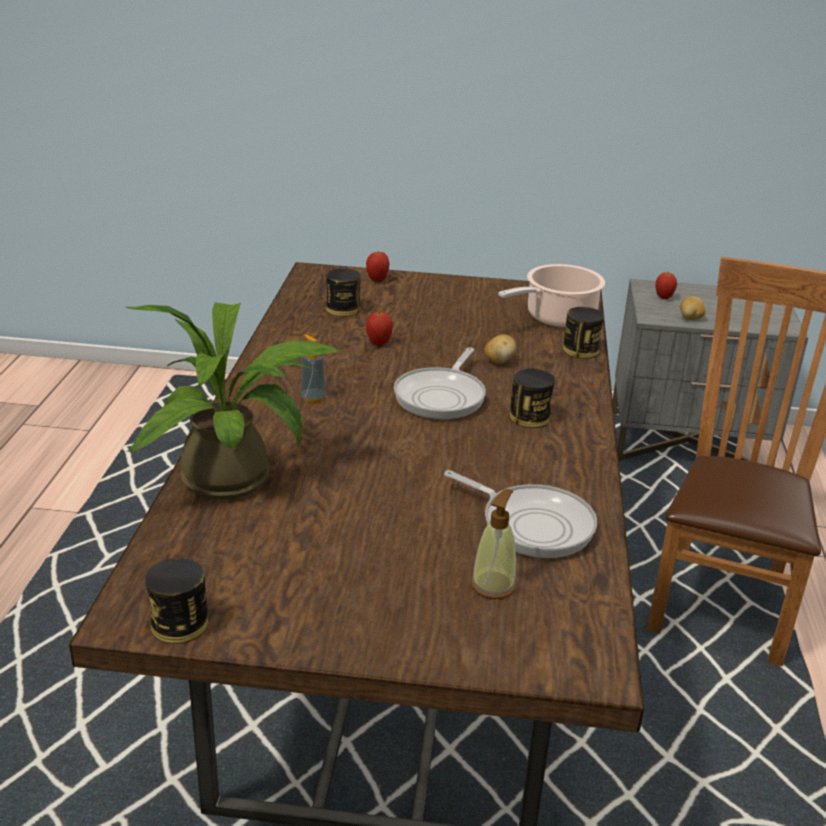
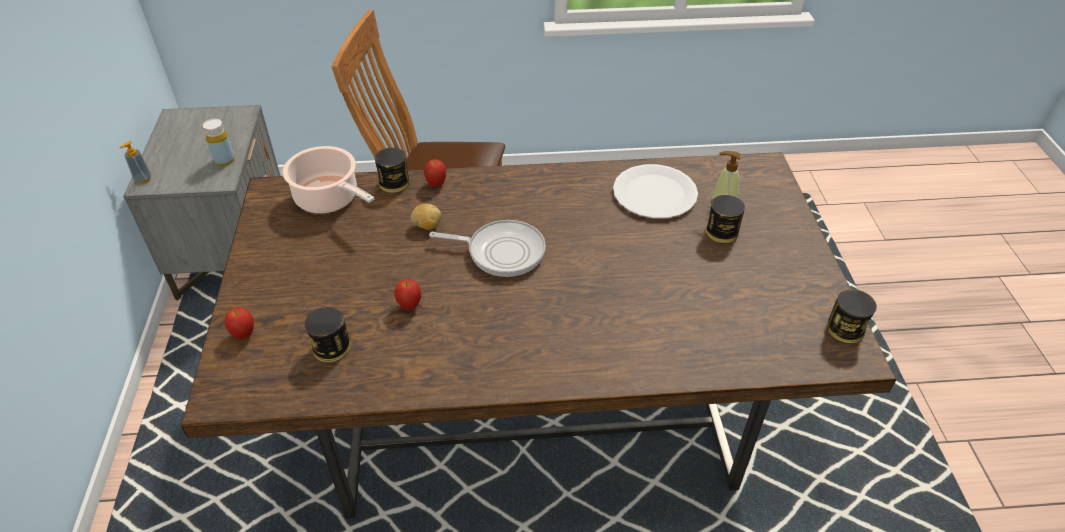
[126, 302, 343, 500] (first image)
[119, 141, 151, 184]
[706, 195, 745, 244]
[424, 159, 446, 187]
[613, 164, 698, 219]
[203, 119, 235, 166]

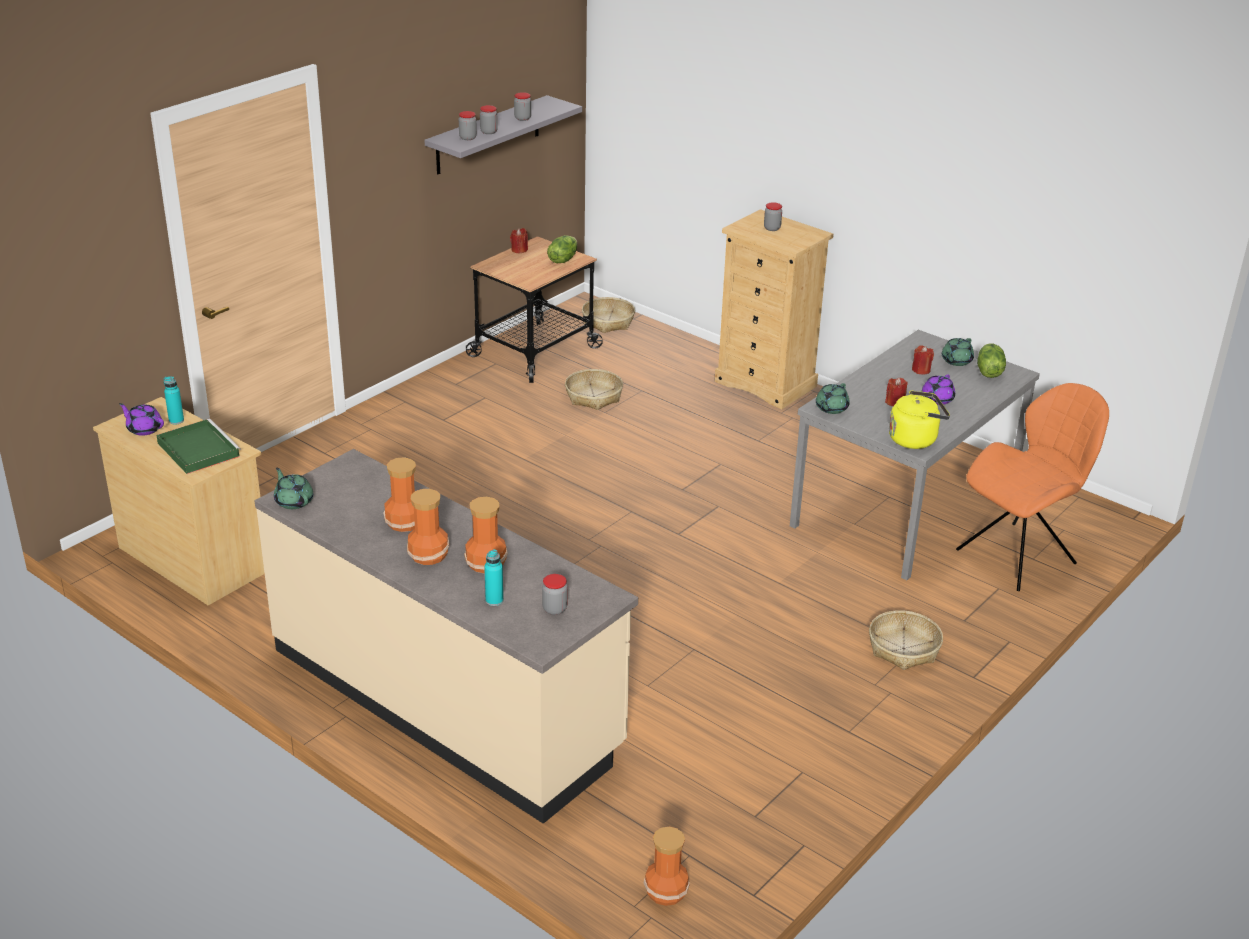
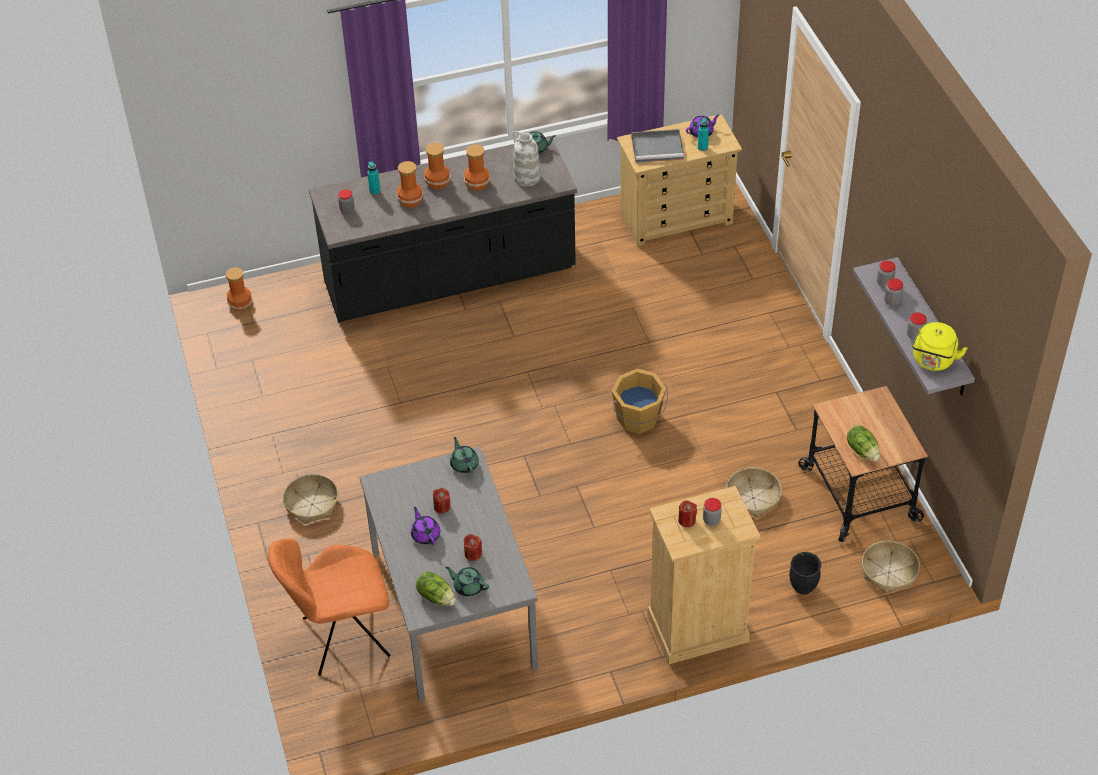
[513, 131, 541, 186]
[612, 369, 668, 434]
[789, 552, 821, 594]
[678, 500, 697, 527]
[912, 322, 968, 371]
[632, 129, 684, 163]
[309, 136, 577, 322]
[445, 567, 489, 596]
[268, 539, 391, 676]

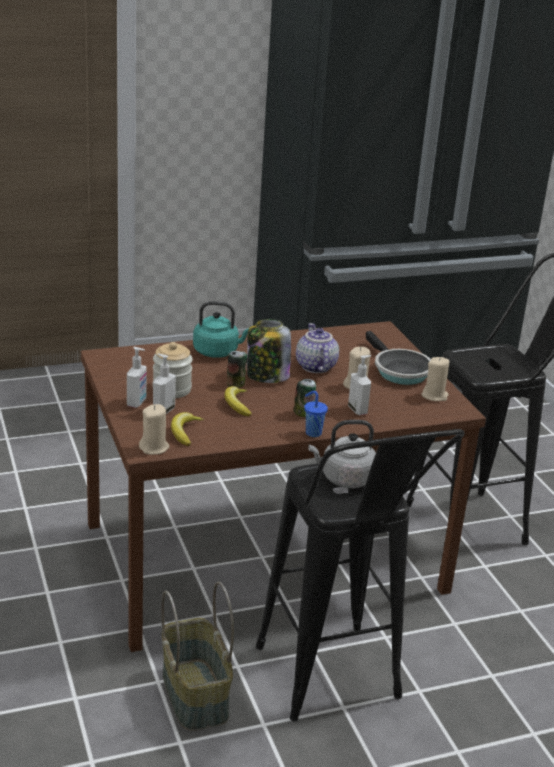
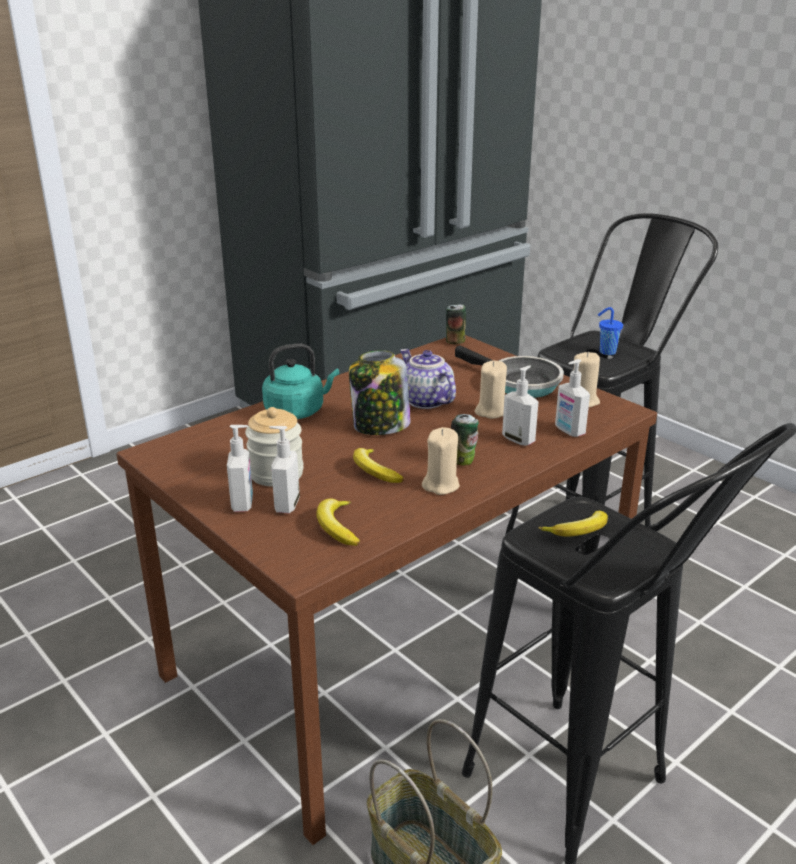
[555, 359, 590, 437]
[422, 427, 460, 495]
[446, 304, 466, 344]
[598, 307, 623, 355]
[539, 511, 608, 537]

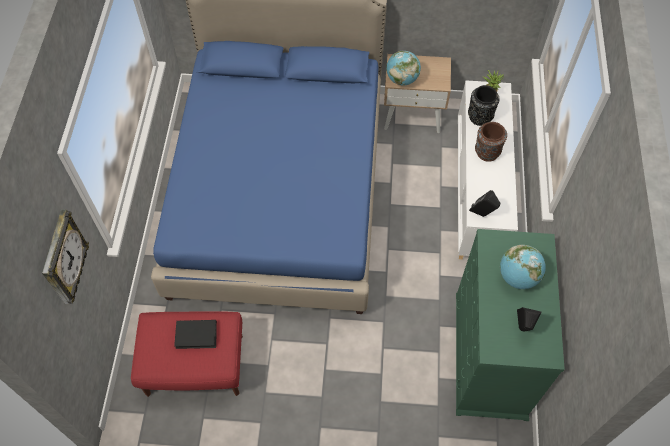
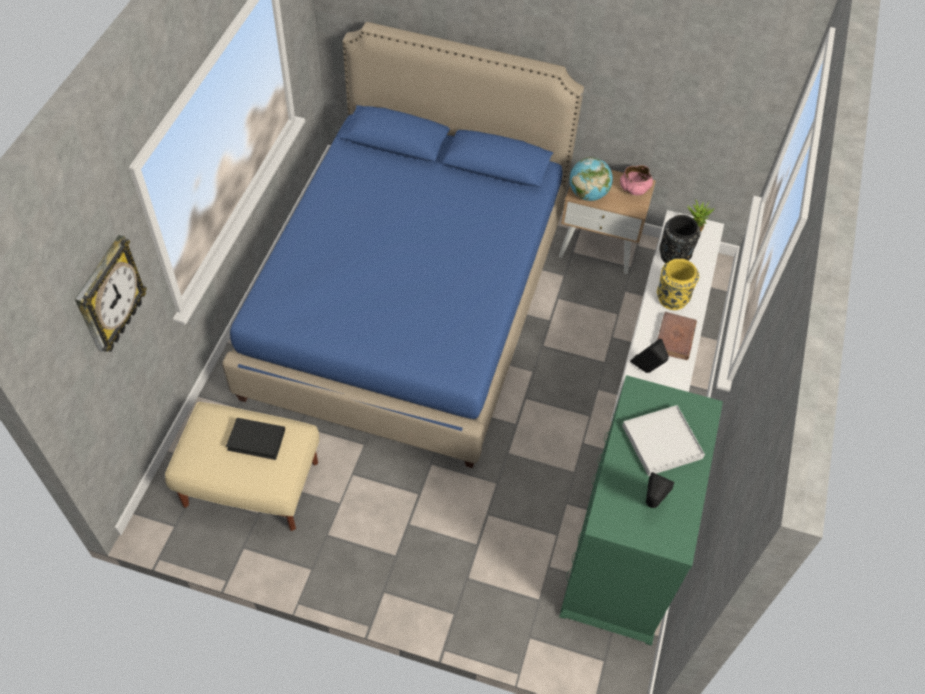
[620, 165, 653, 196]
[657, 312, 697, 360]
[622, 405, 705, 476]
[165, 402, 319, 531]
[657, 258, 699, 310]

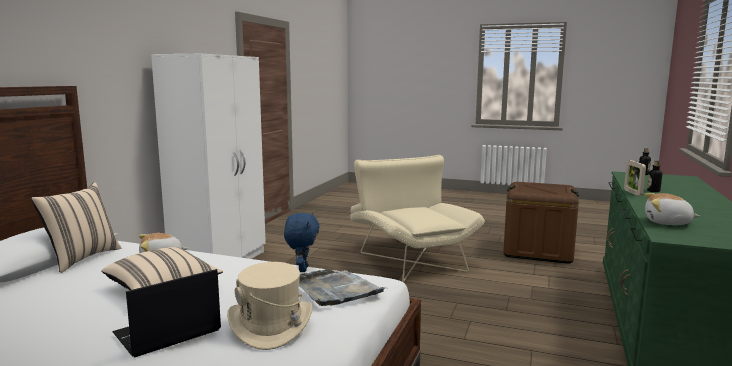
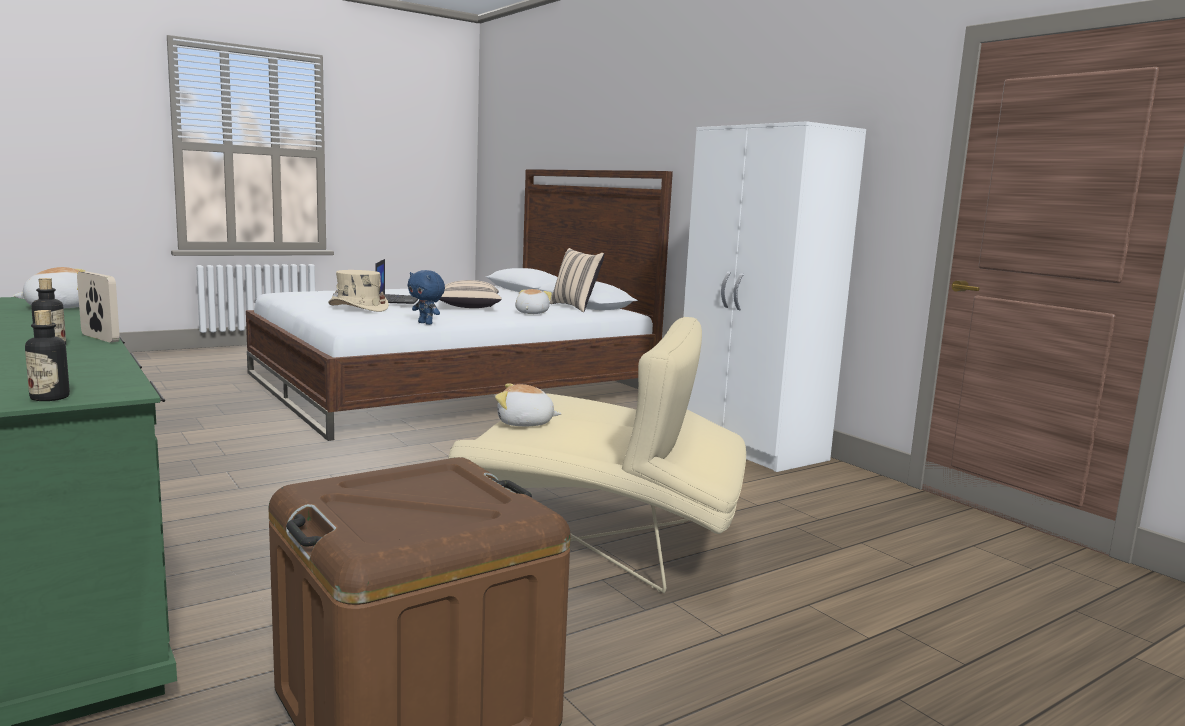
[299, 269, 386, 306] (first image)
[495, 383, 562, 426]

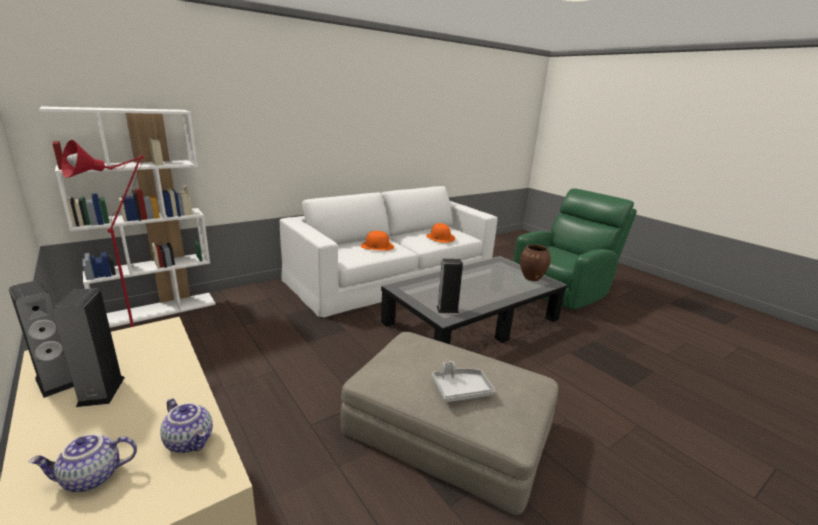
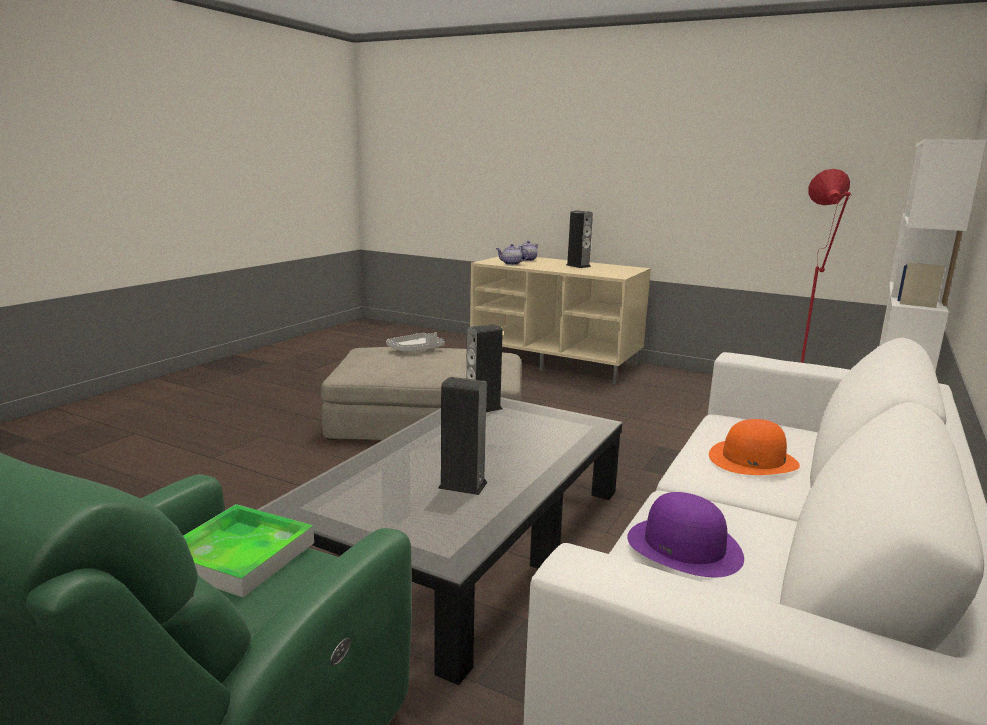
[520, 244, 551, 281] (first image)
[183, 504, 314, 598]
[438, 377, 488, 495]
[627, 492, 744, 577]

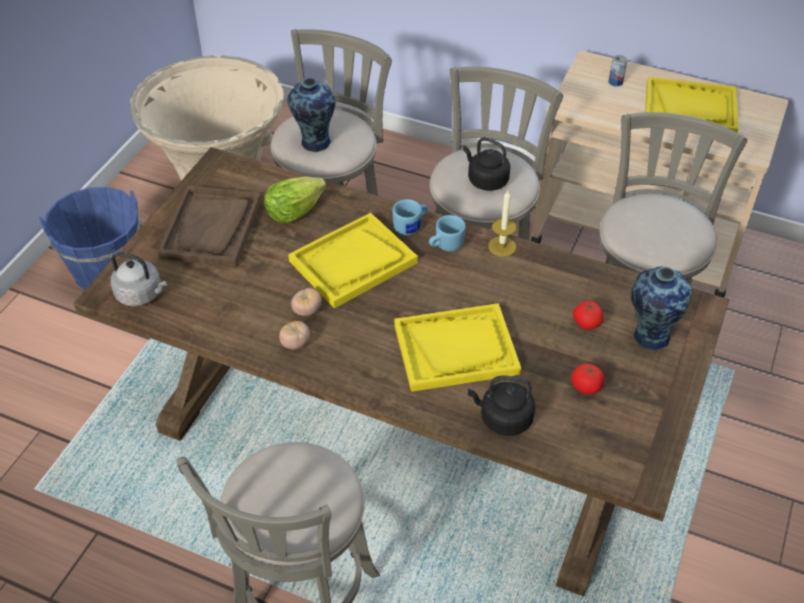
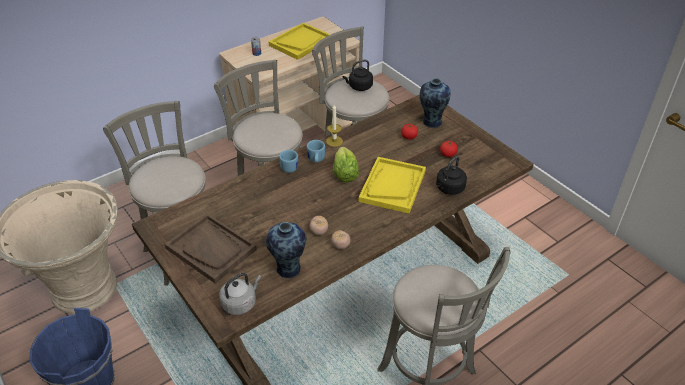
[288, 213, 418, 309] (first image)
[333, 147, 359, 182]
[266, 222, 307, 279]
[343, 60, 373, 91]

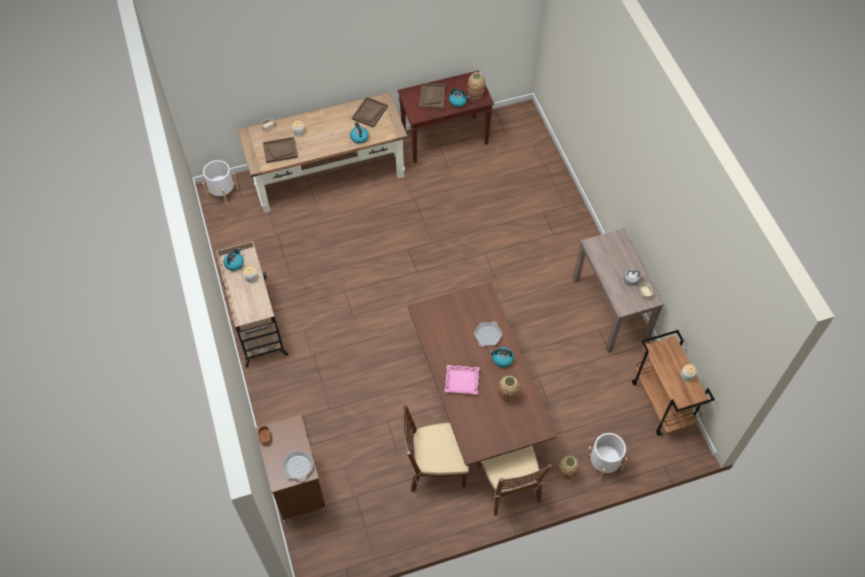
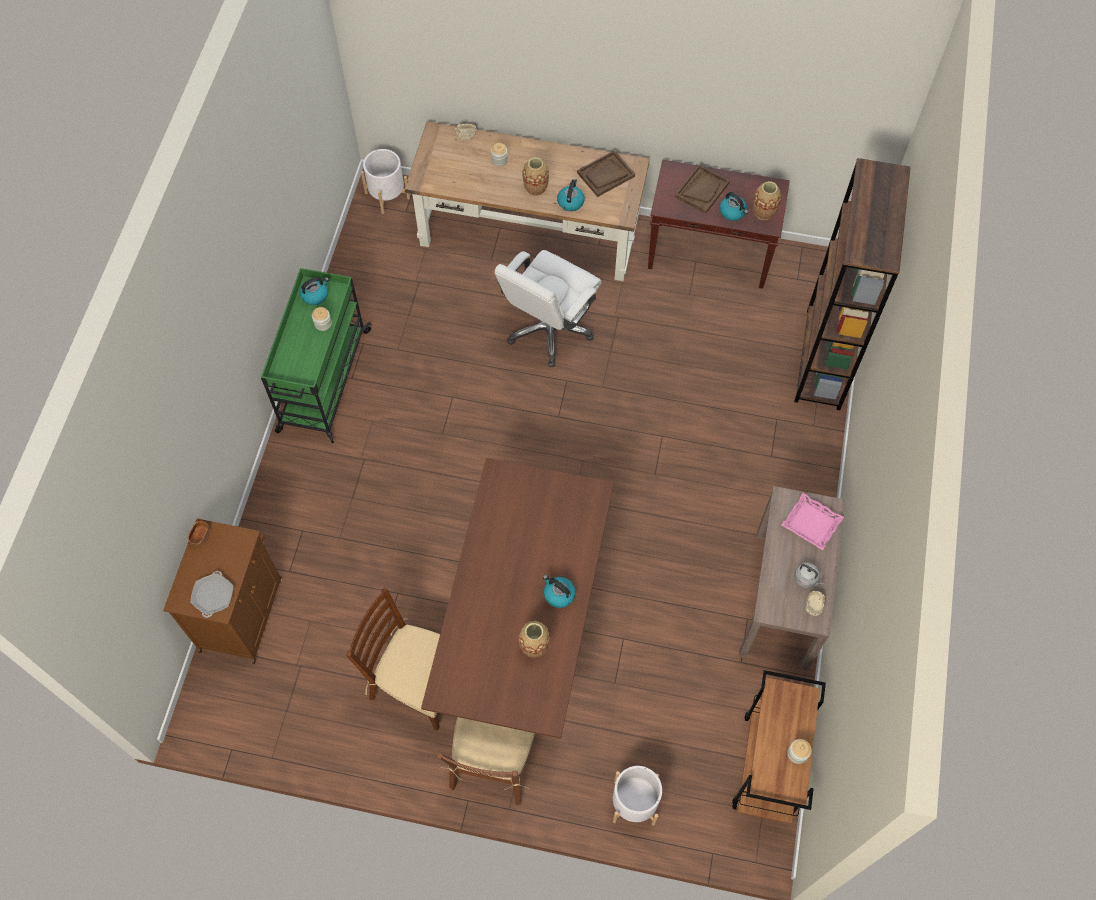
[263, 137, 298, 163] (first image)
[474, 321, 503, 347] (first image)
[495, 250, 602, 367]
[794, 158, 911, 410]
[782, 493, 844, 550]
[522, 157, 549, 196]
[261, 268, 371, 443]

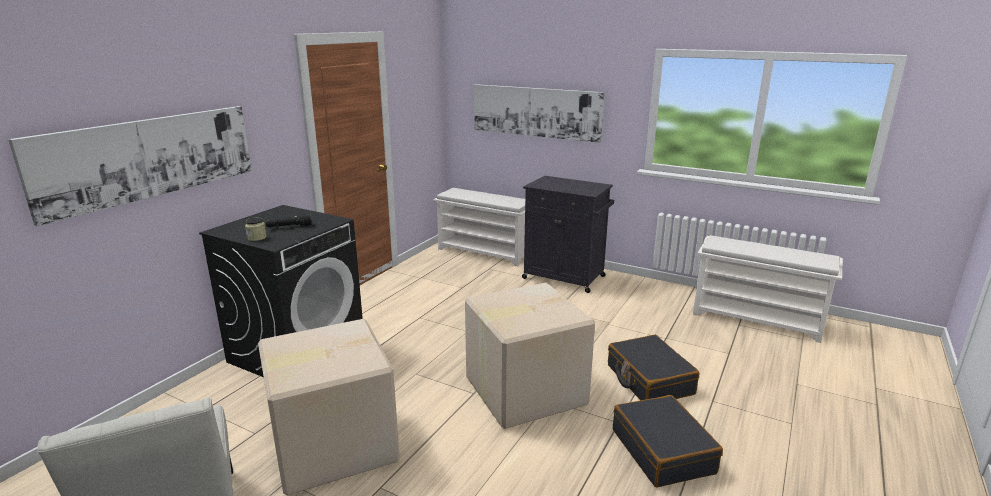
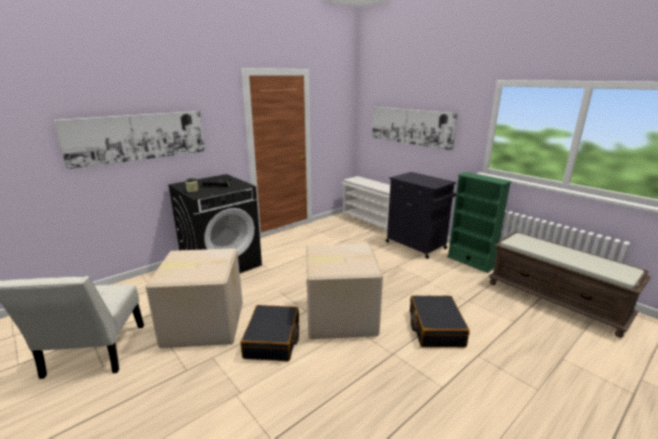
[447, 172, 512, 273]
[241, 305, 299, 361]
[489, 232, 651, 337]

